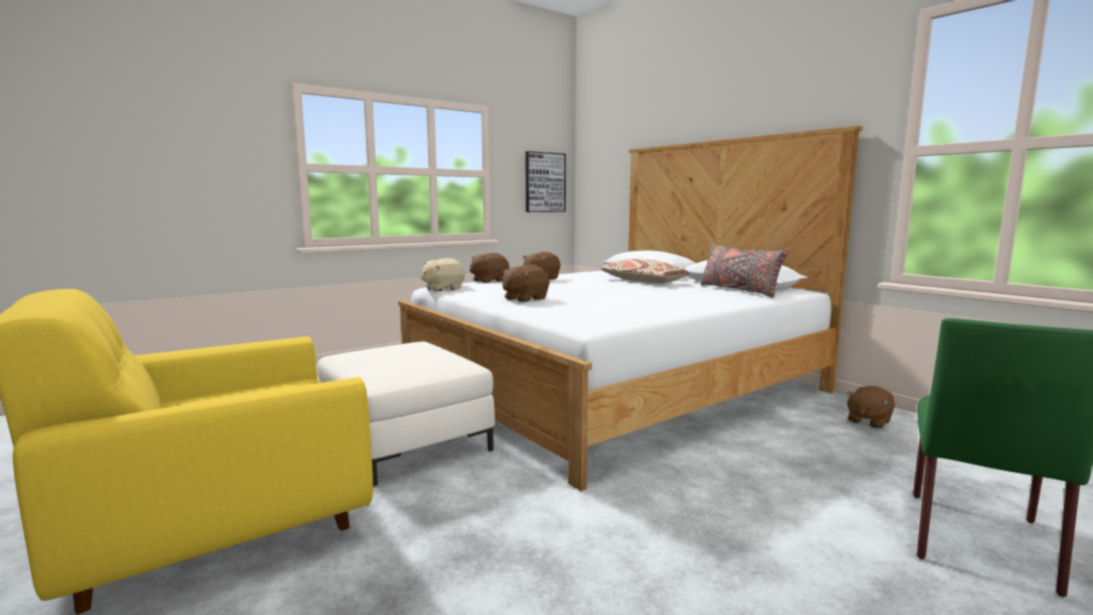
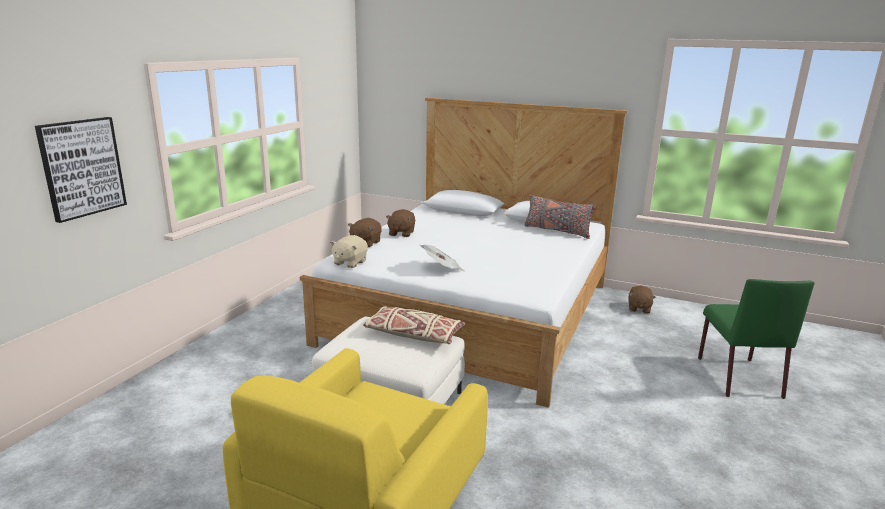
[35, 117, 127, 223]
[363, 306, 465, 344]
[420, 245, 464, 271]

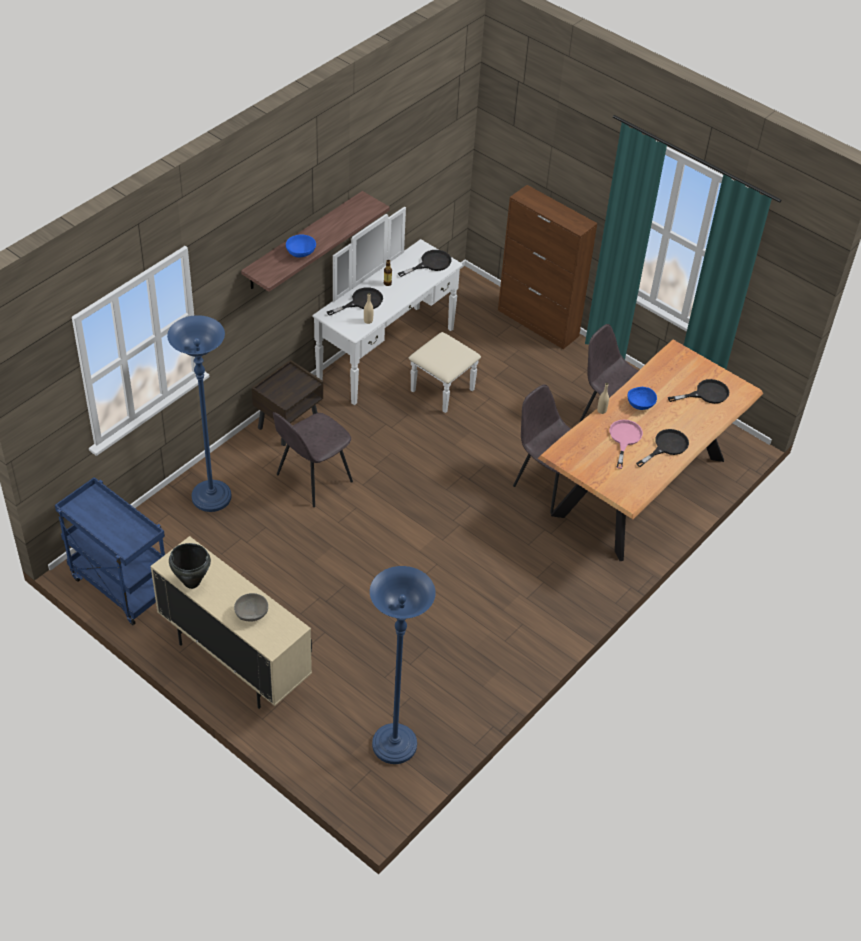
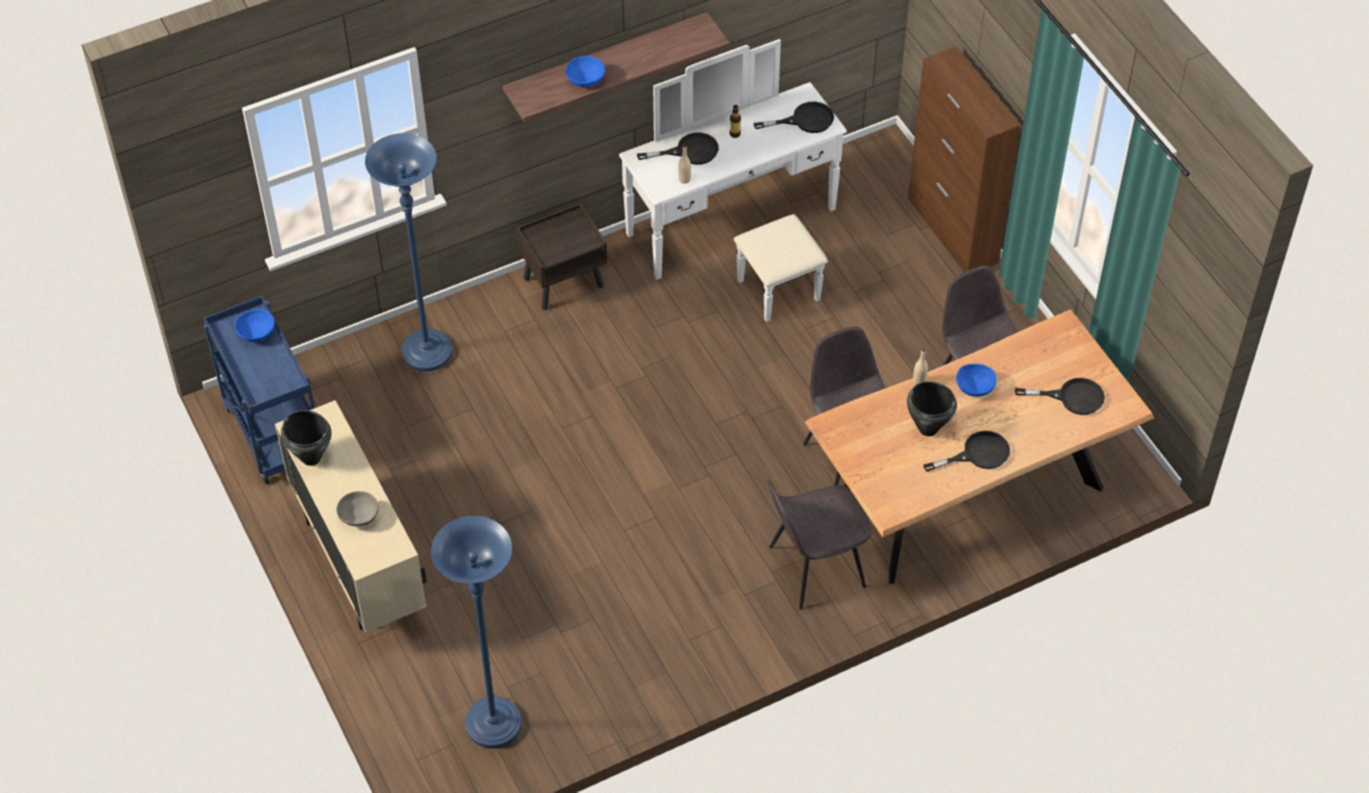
[235, 309, 275, 342]
[767, 480, 871, 609]
[907, 381, 957, 436]

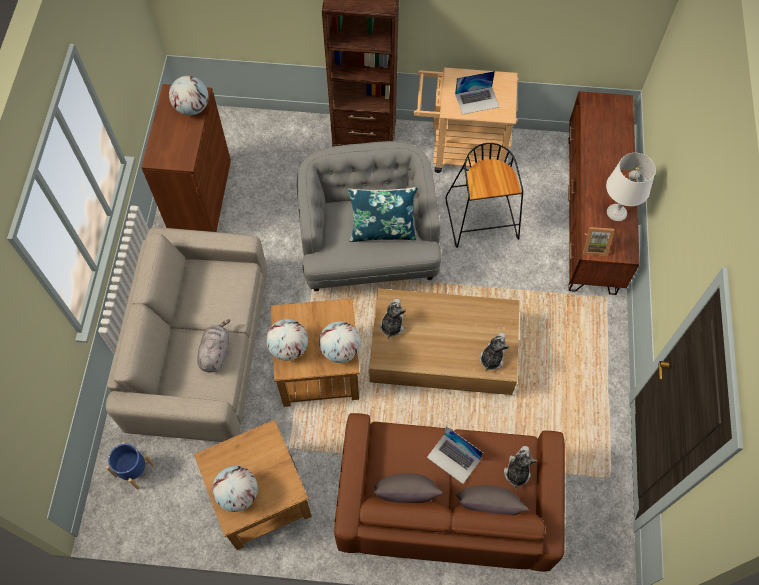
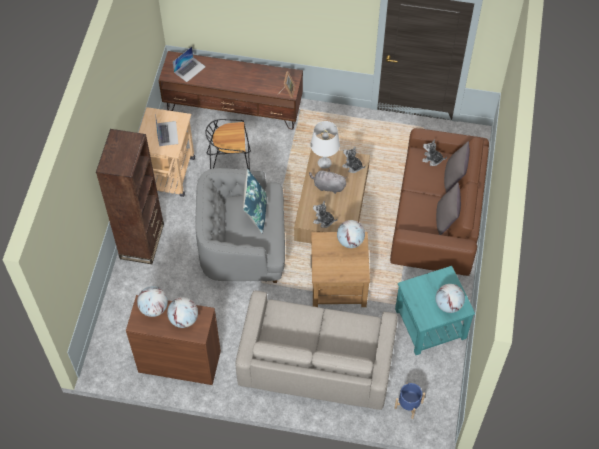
[309, 169, 347, 194]
[167, 297, 198, 328]
[173, 47, 206, 82]
[310, 121, 340, 169]
[395, 266, 475, 355]

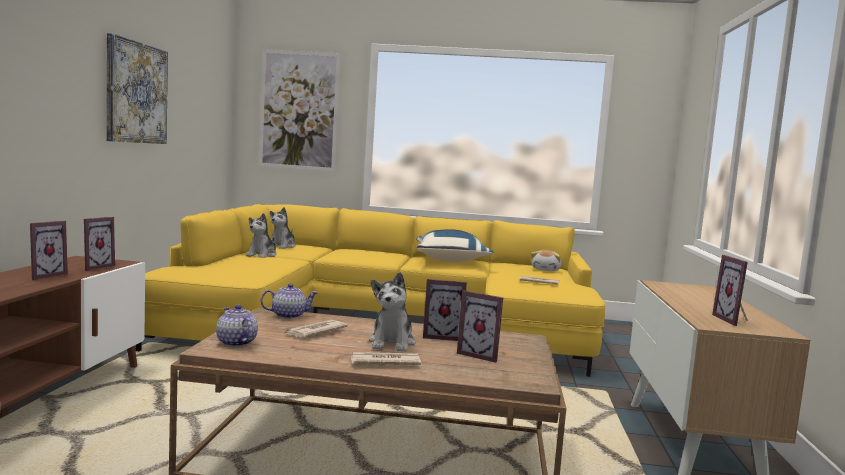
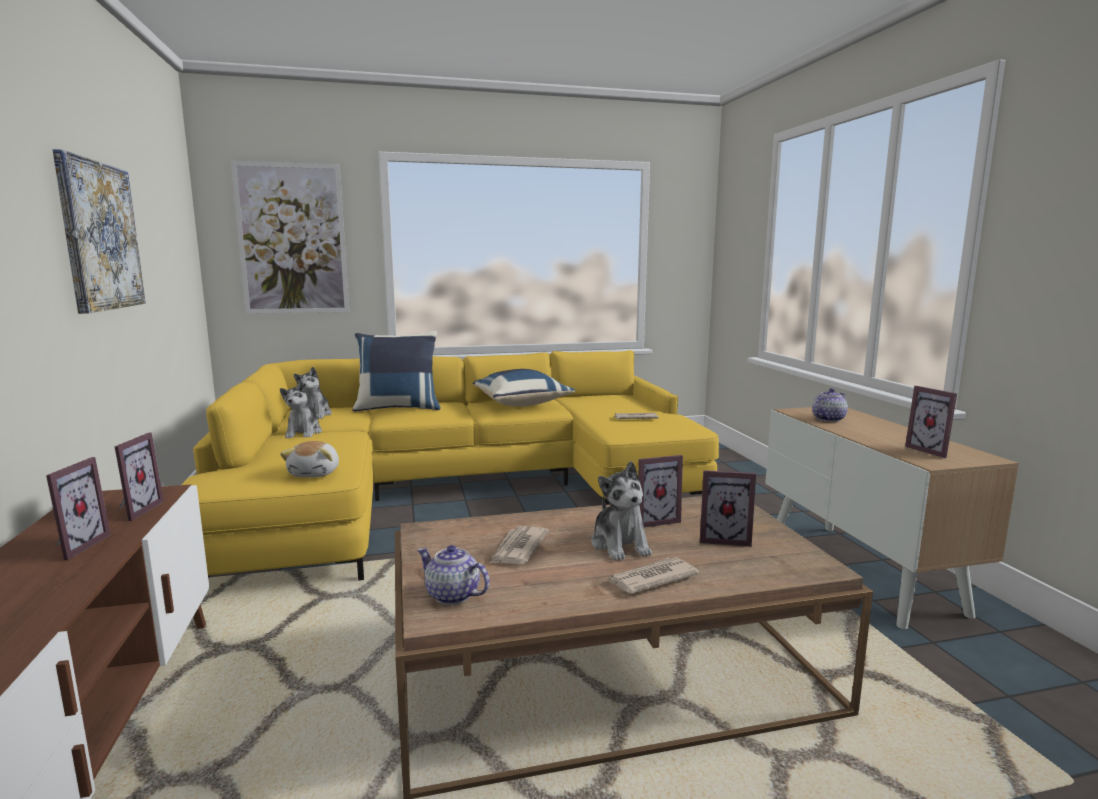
[352, 331, 441, 412]
[812, 388, 848, 422]
[280, 441, 339, 477]

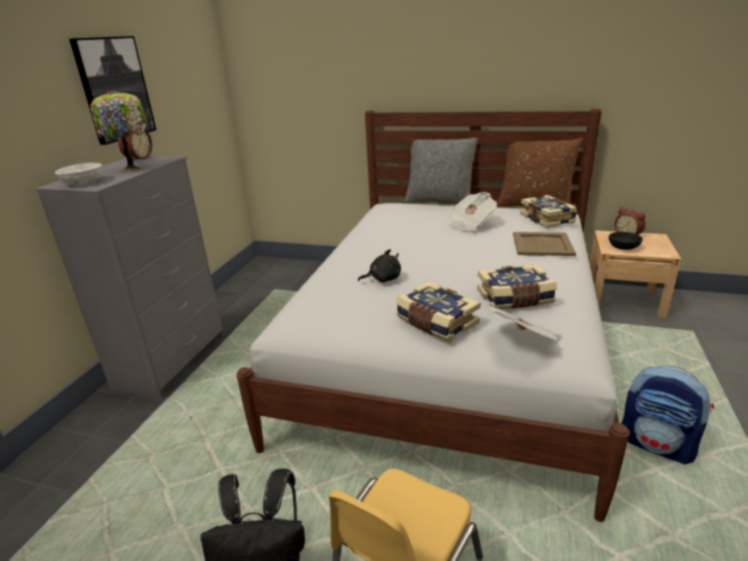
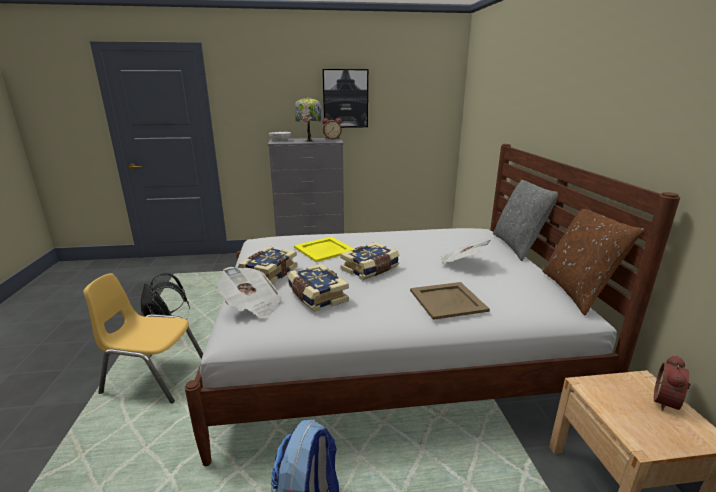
[608, 232, 643, 250] (first image)
[340, 242, 399, 280]
[294, 237, 354, 262]

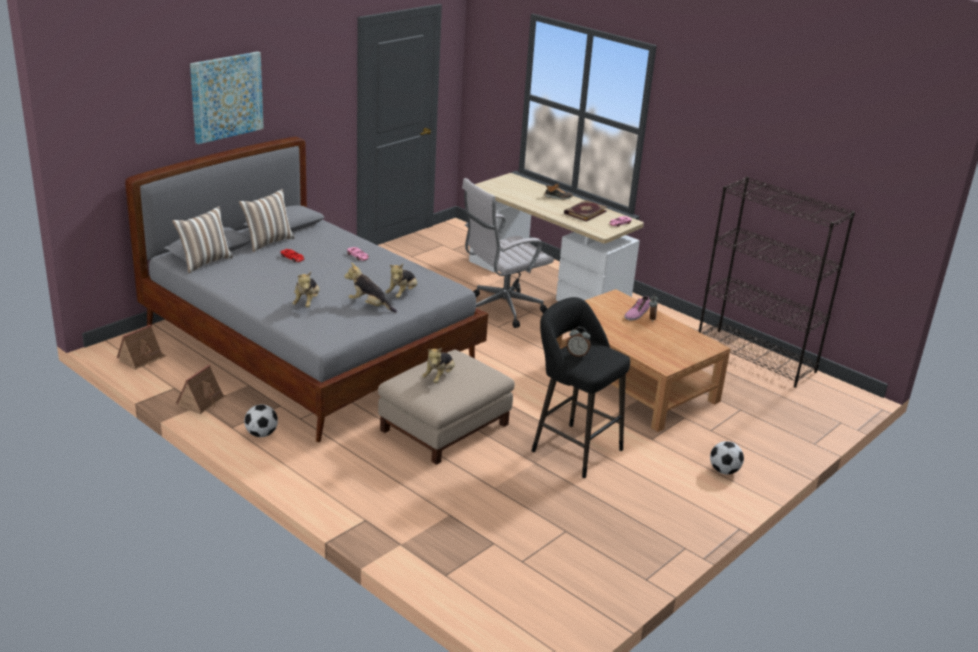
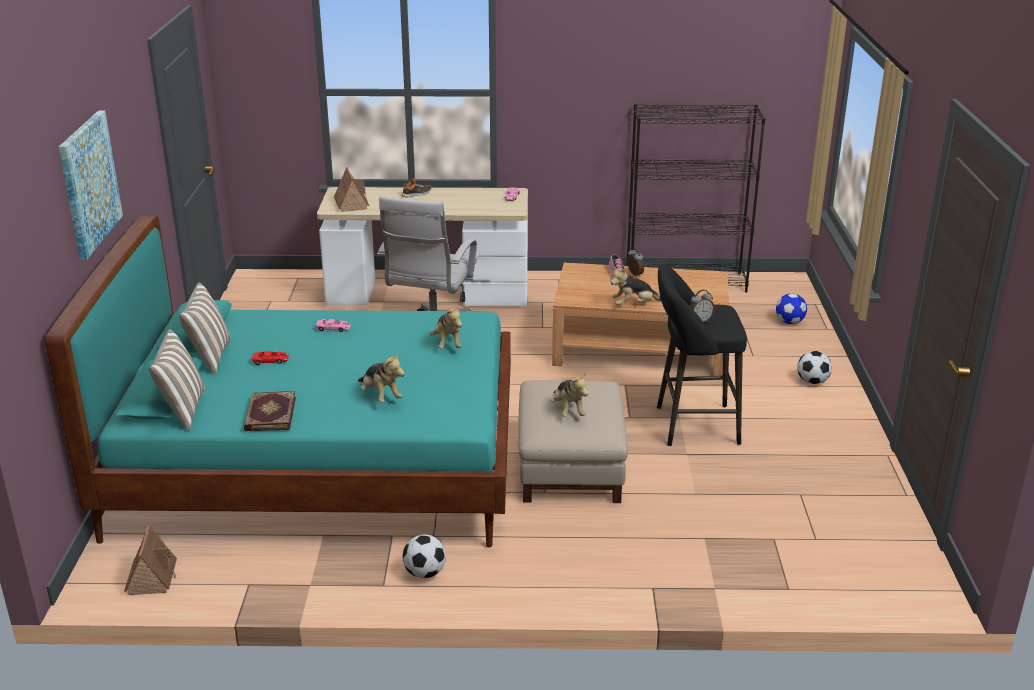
[776, 294, 807, 324]
[334, 167, 369, 212]
[611, 267, 661, 305]
[244, 391, 296, 431]
[45, 216, 511, 548]

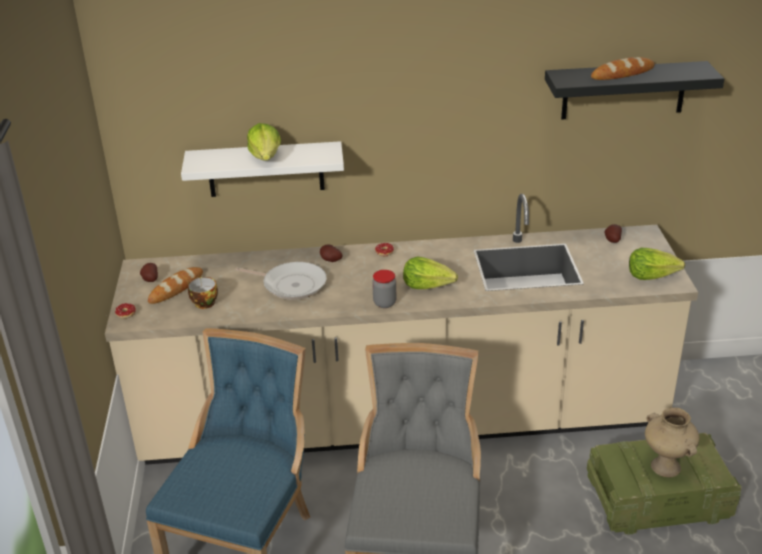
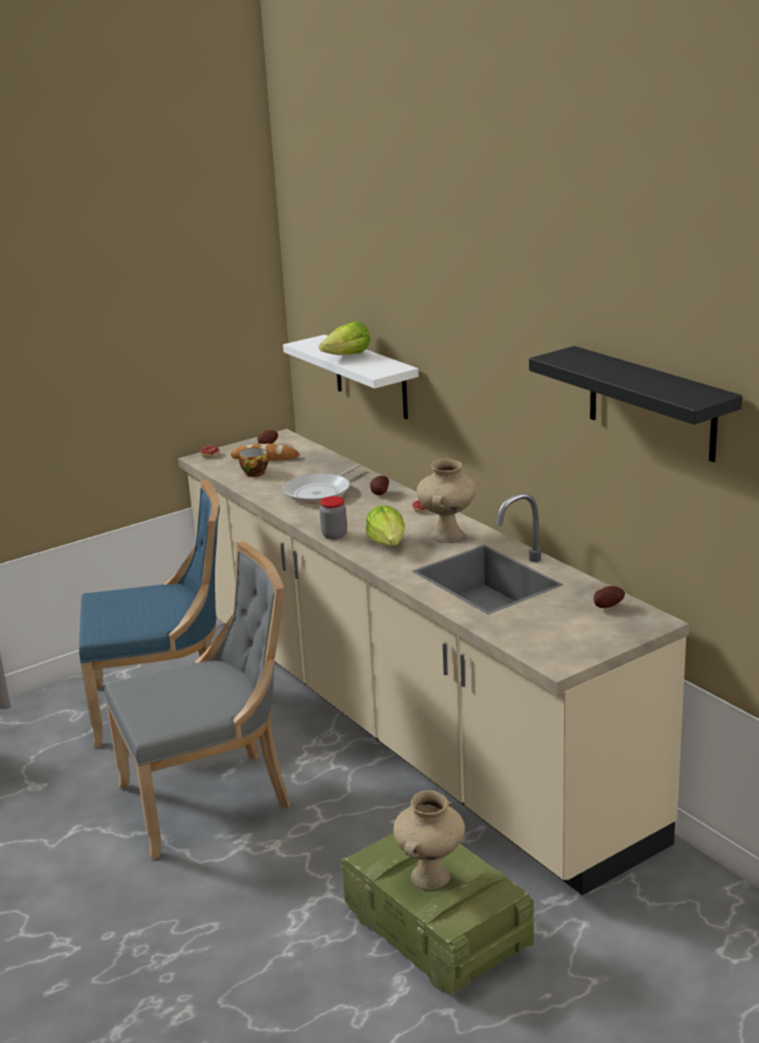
[591, 57, 655, 80] (first image)
[629, 248, 685, 280] (first image)
[417, 459, 476, 543]
[283, 464, 361, 504]

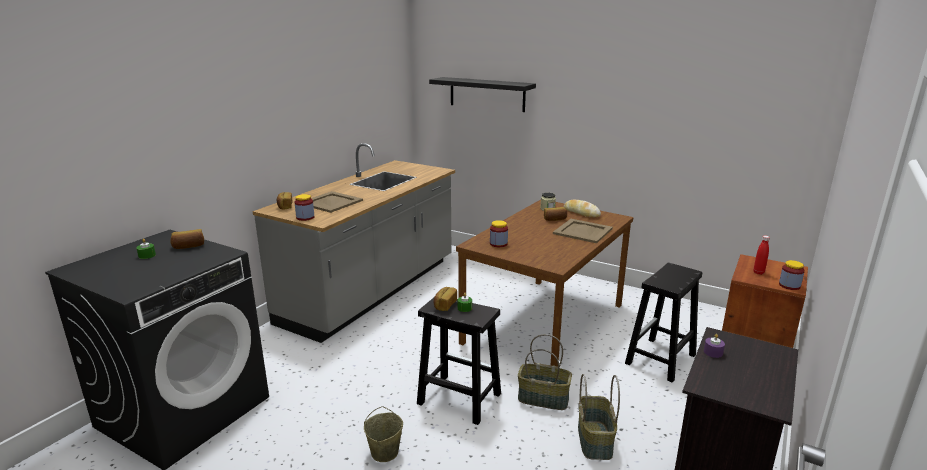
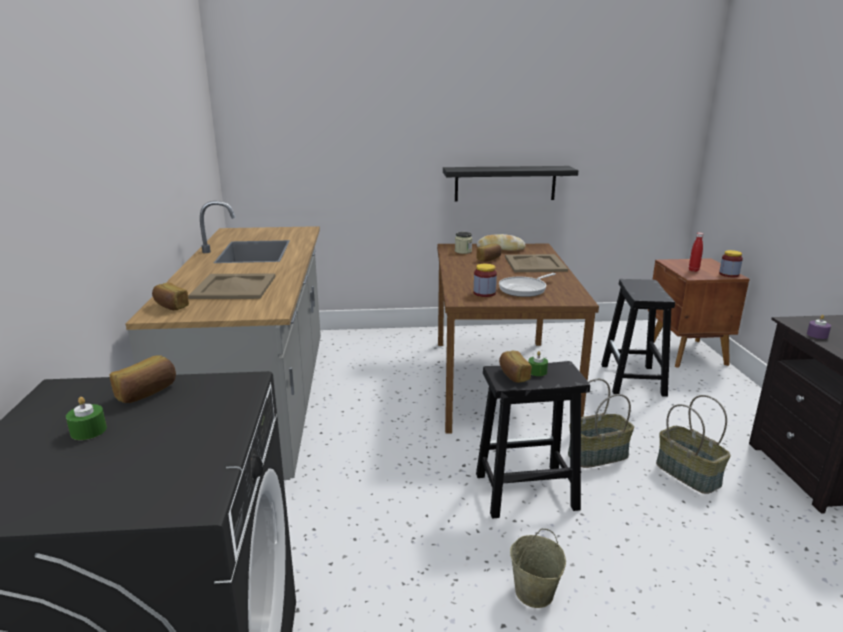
[295, 194, 314, 221] (first image)
[499, 273, 556, 297]
[443, 166, 579, 201]

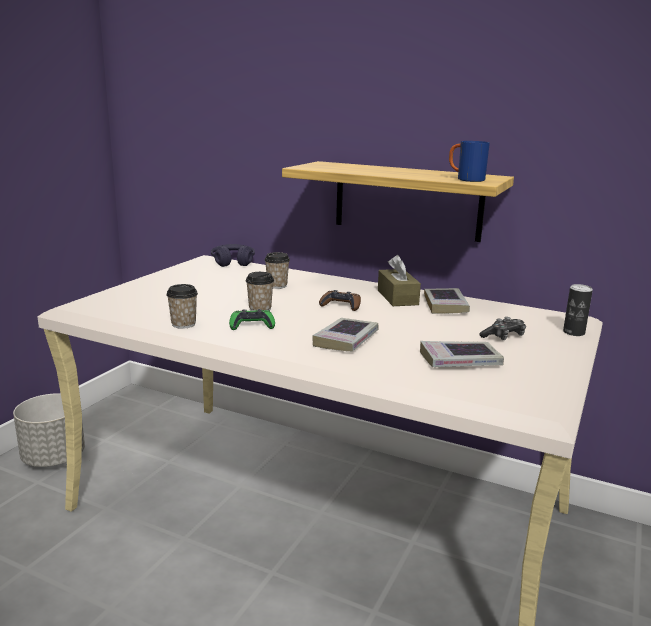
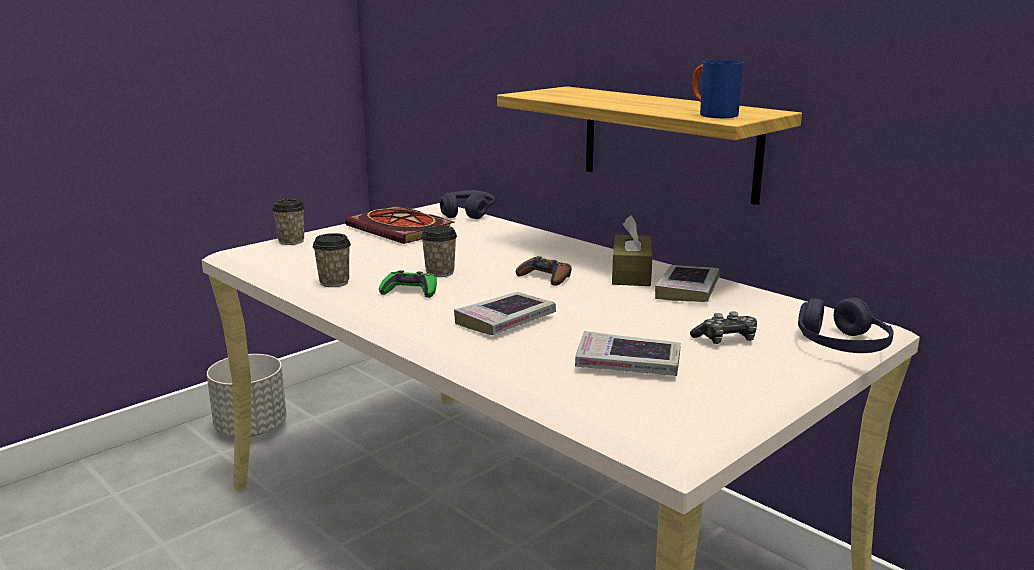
[345, 206, 455, 244]
[272, 199, 305, 245]
[798, 298, 894, 353]

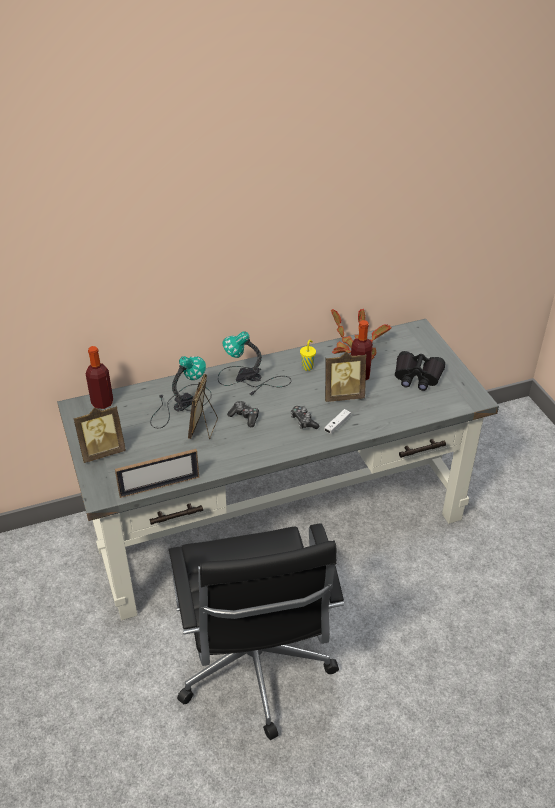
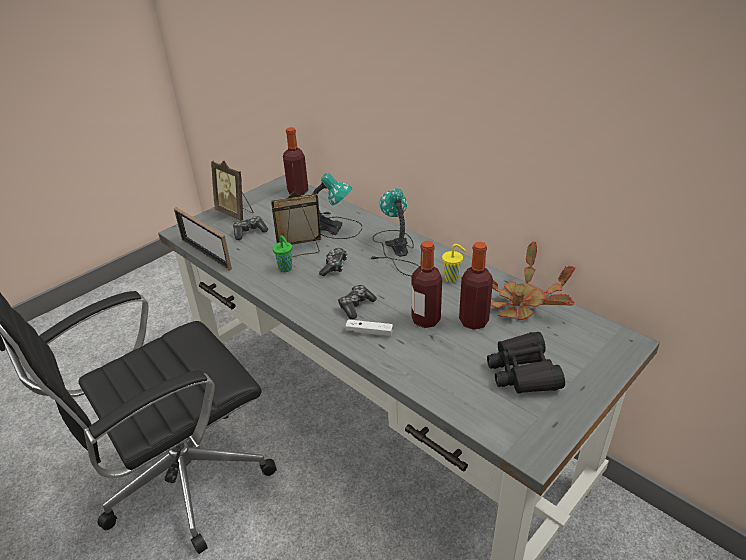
[233, 216, 268, 240]
[272, 235, 293, 272]
[411, 241, 442, 328]

